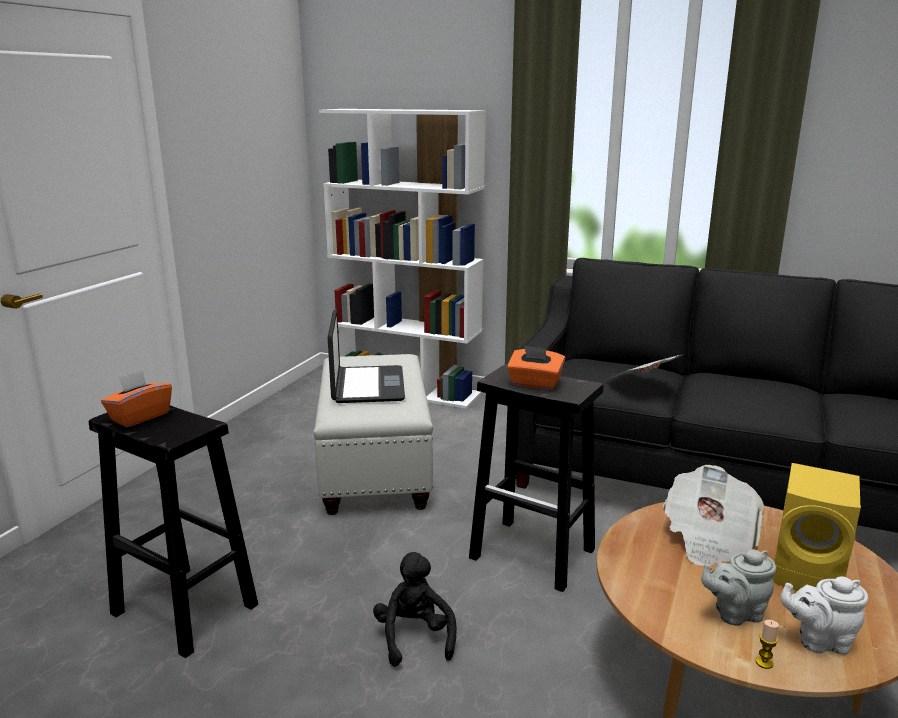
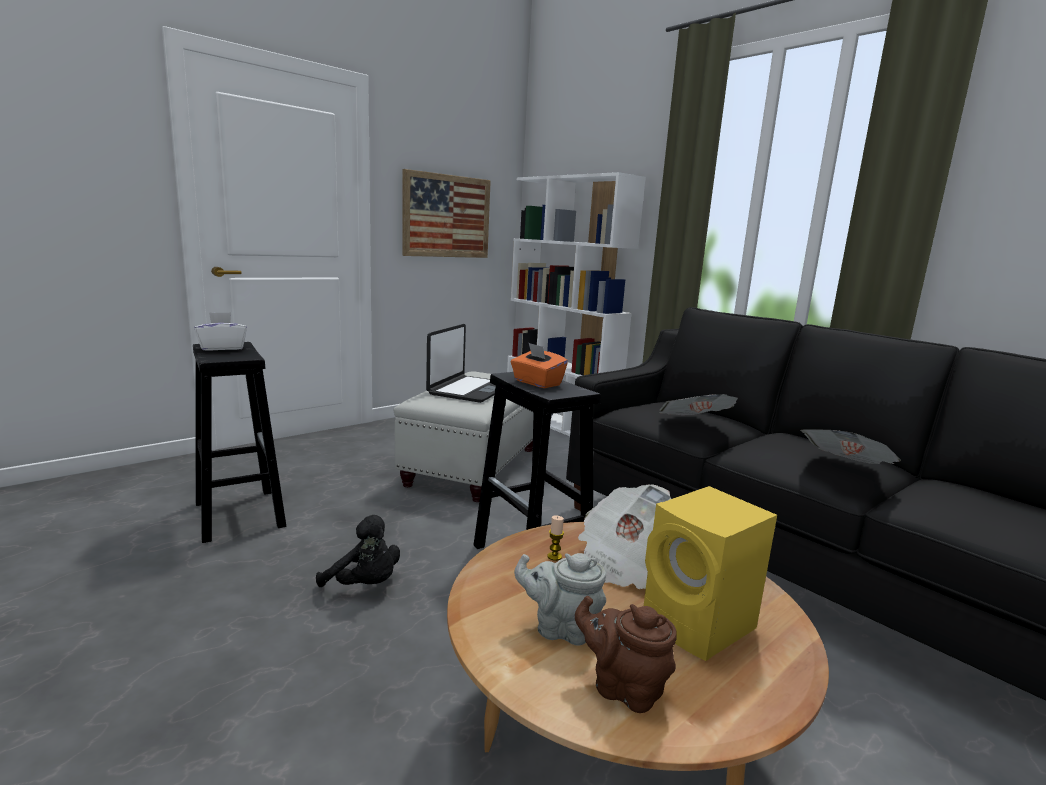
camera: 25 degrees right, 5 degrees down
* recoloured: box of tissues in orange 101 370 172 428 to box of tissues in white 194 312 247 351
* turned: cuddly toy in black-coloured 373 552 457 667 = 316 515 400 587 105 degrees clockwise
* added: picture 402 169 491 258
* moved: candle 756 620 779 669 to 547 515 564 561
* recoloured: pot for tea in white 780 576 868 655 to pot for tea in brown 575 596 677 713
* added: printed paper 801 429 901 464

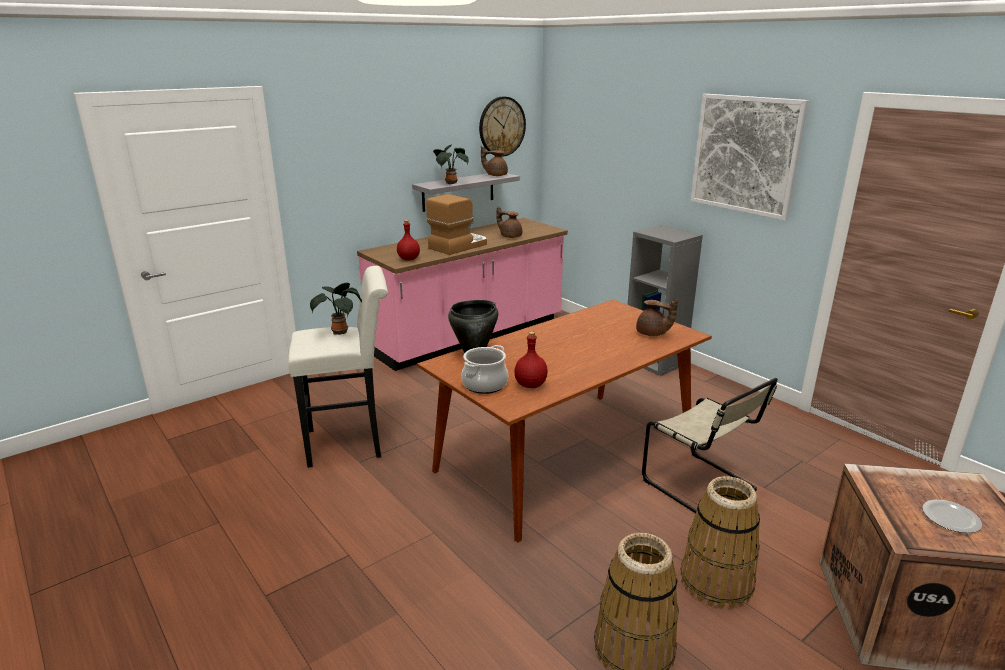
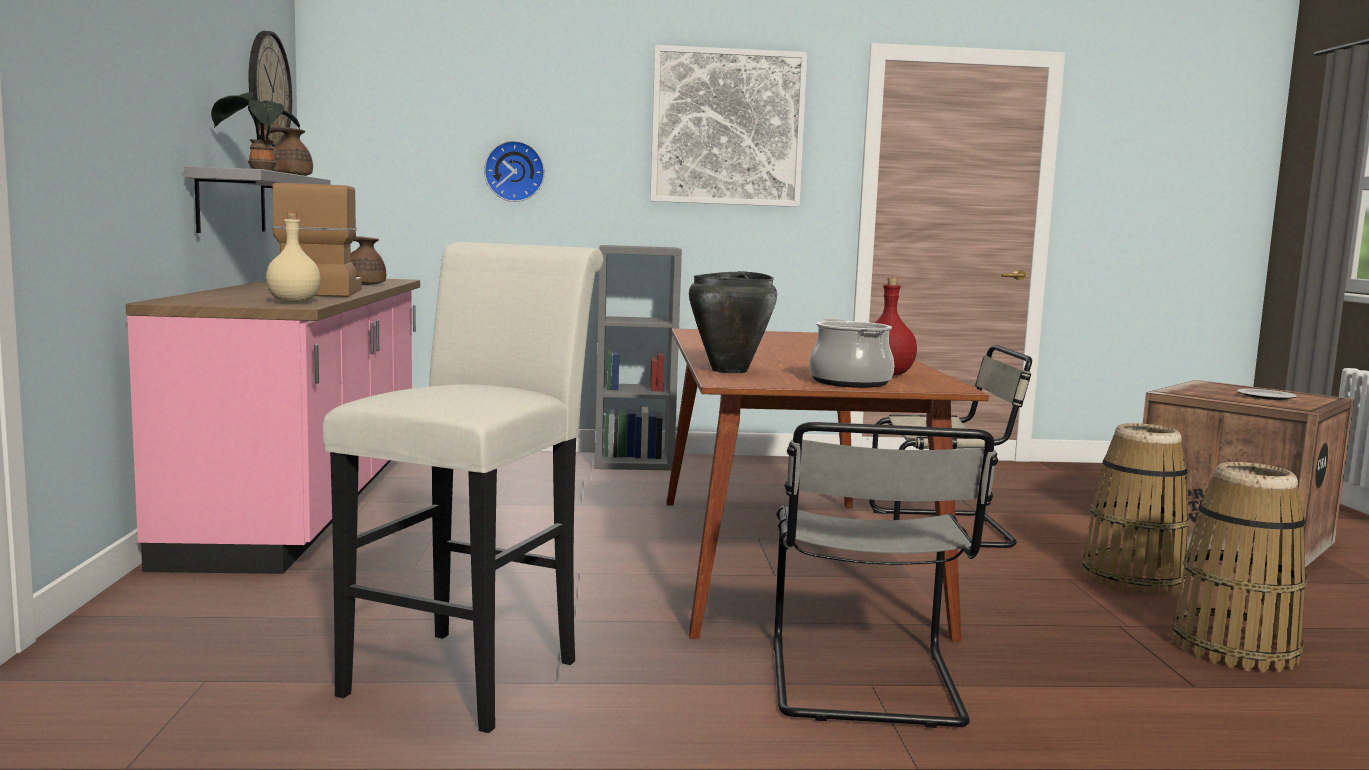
camera: 55 degrees left, 15 degrees down
* recoloured: bottle in red 397 220 420 261 to bottle in beige-coloured 266 212 321 303
* added: wall clock 484 140 545 202
* added: plain chair in grey 774 422 998 728
* removed: houseplant 310 283 362 335
* removed: pot for tea in brown 636 299 678 336

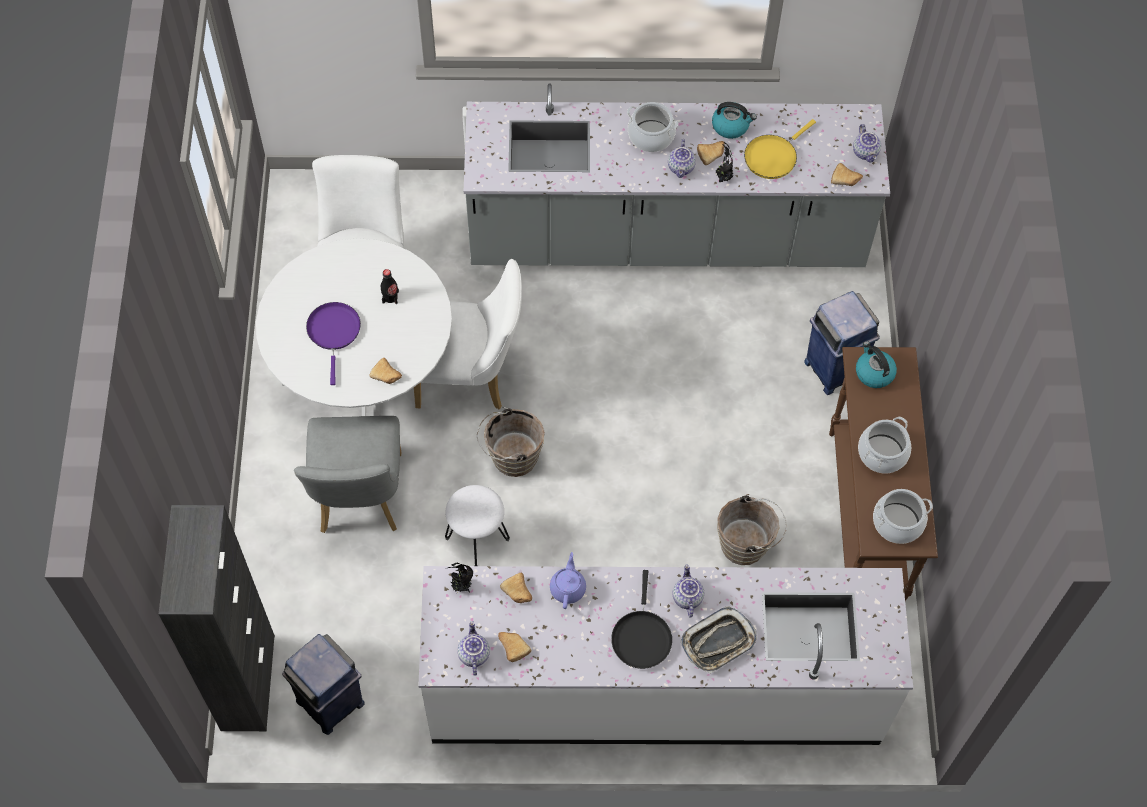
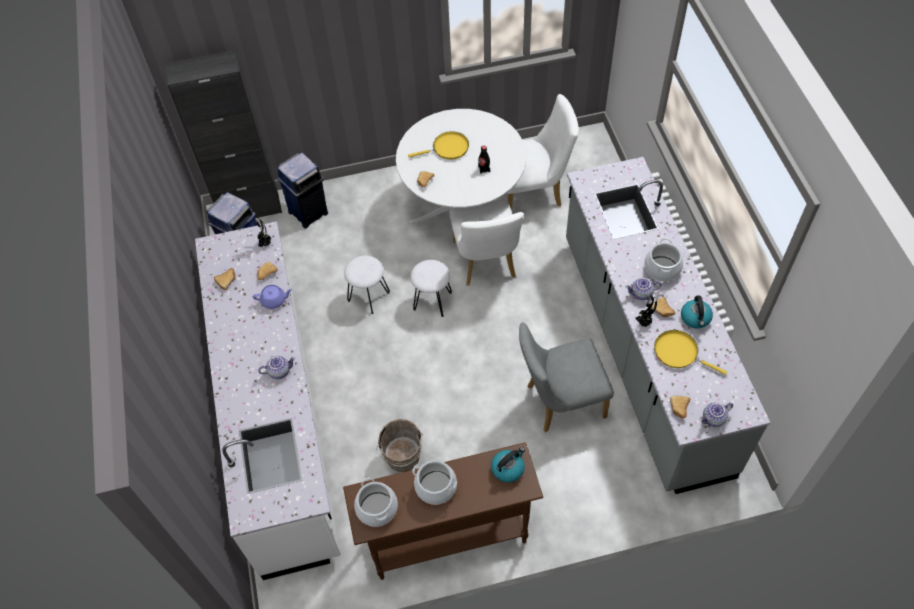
camera: 80 degrees right, 5 degrees down
* moved: rubbish bin in bluish 804 291 880 395 to 277 153 328 229
* recoloured: pan in purple 306 302 361 385 to pan in yellow 408 131 469 160
* replaced: water bucket in brown 477 407 545 477 to stool seat in white 410 260 452 317
* moved: plain chair in grey 294 416 401 533 to 519 322 614 432
* removed: pot for tea 457 621 490 676
* removed: pan in black-coloured 611 570 672 669
* removed: tray 681 606 757 673

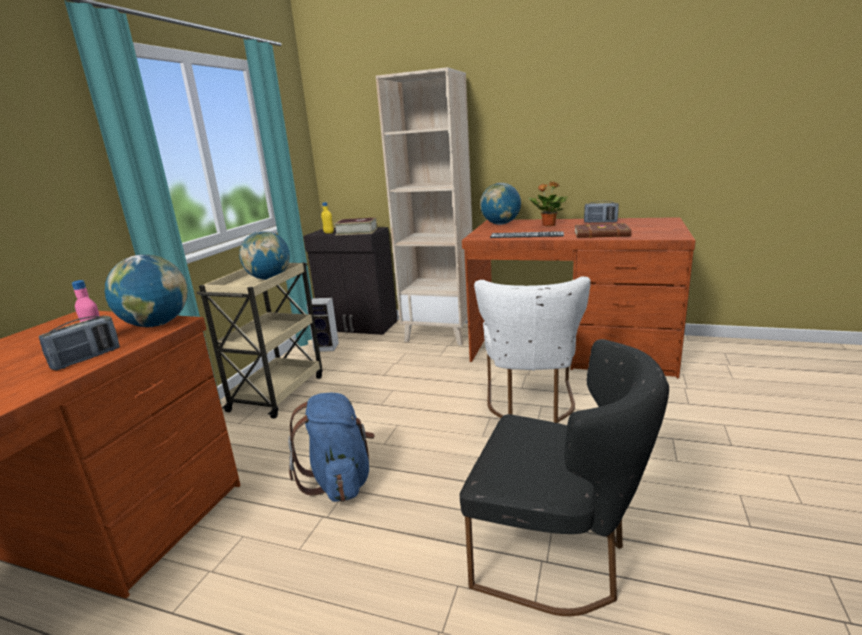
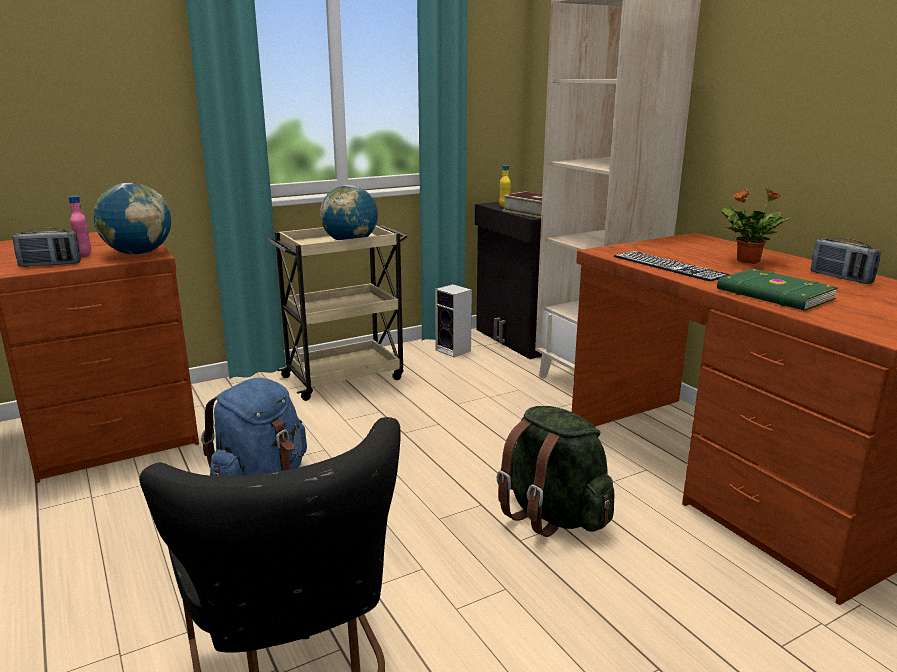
camera: 40 degrees right, 0 degrees up
* replaced: plain chair in white 474 276 591 423 to knapsack in green-coloured 497 406 615 537
* recoloured: book in brown 575 223 631 238 to book in green-coloured 717 269 838 311
* removed: world globe 480 183 521 225

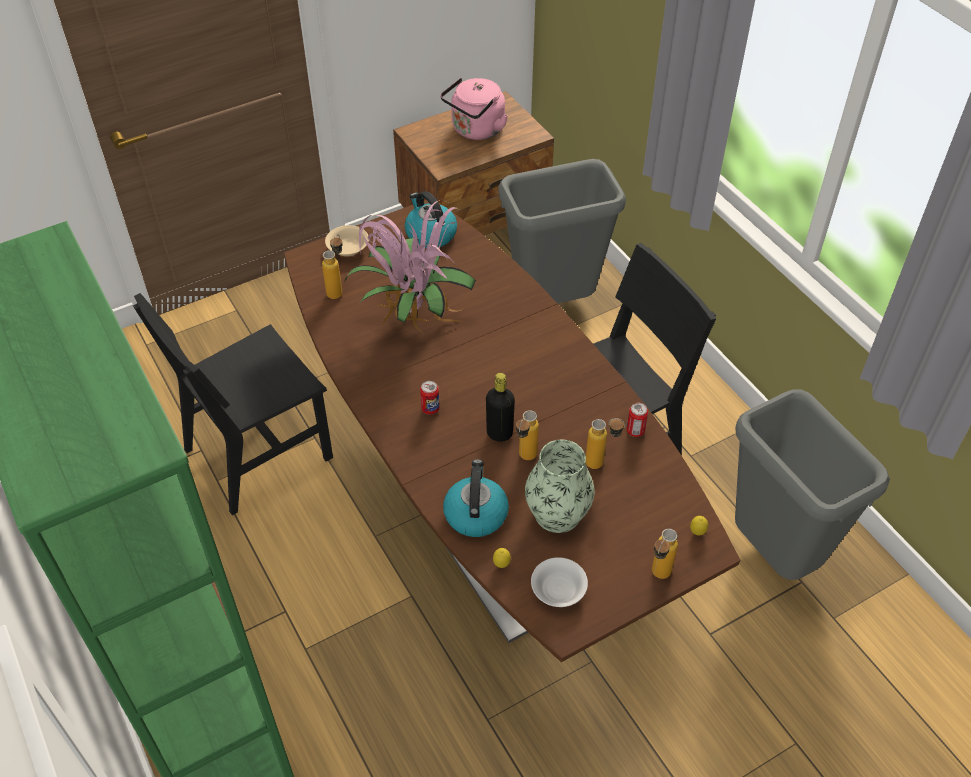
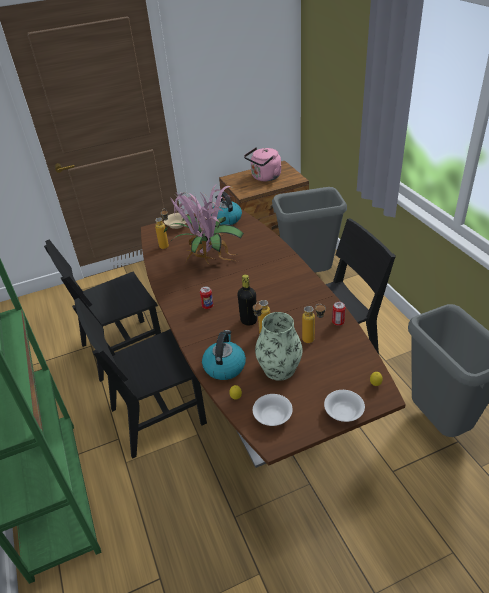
camera: 10 degrees right, 10 degrees down
* added: plain chair in black-coloured 72 298 207 459
* replaced: bottle 652 529 678 579 to deep dish in white 324 390 365 422

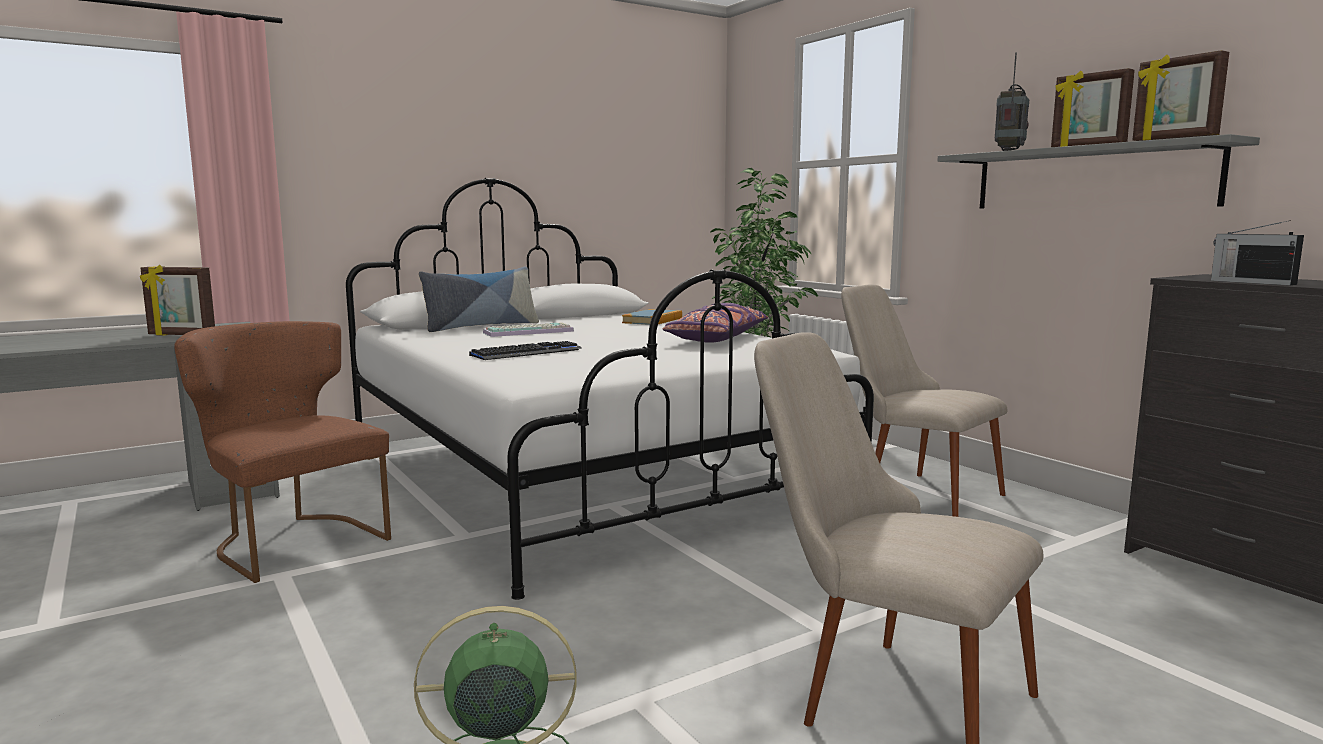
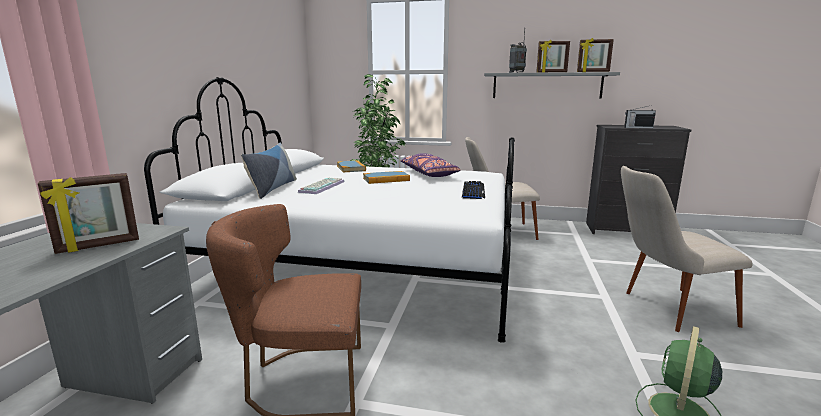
camera: 45 degrees left, 5 degrees up
* added: book 363 171 410 184
* moved: keyboard 469 341 582 360 to 462 181 485 199

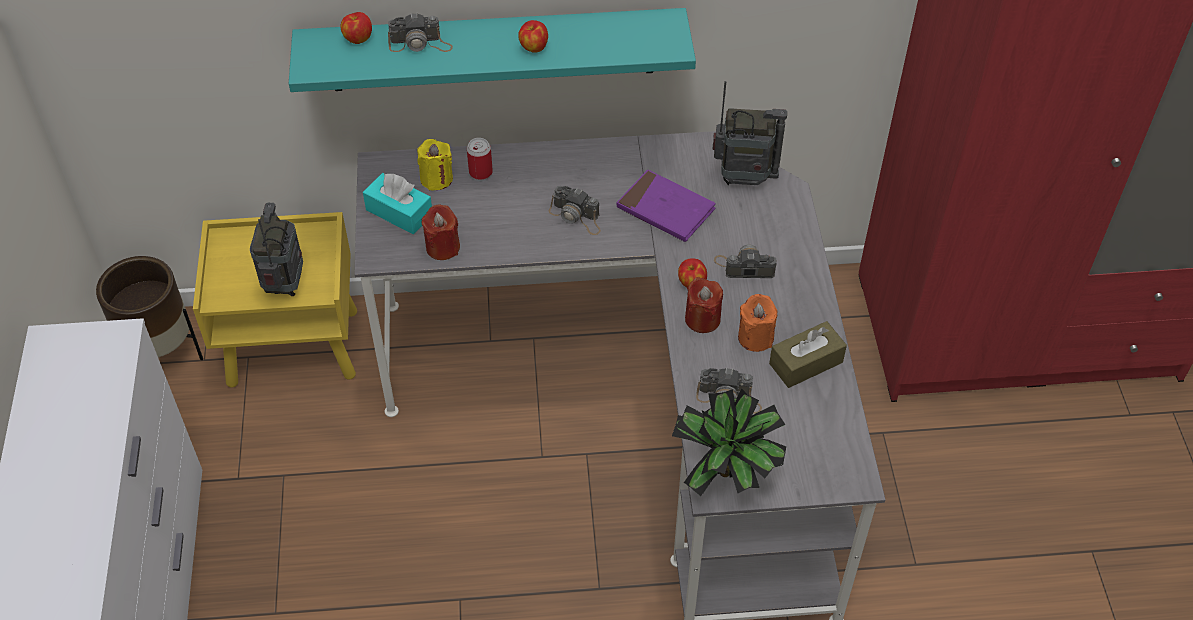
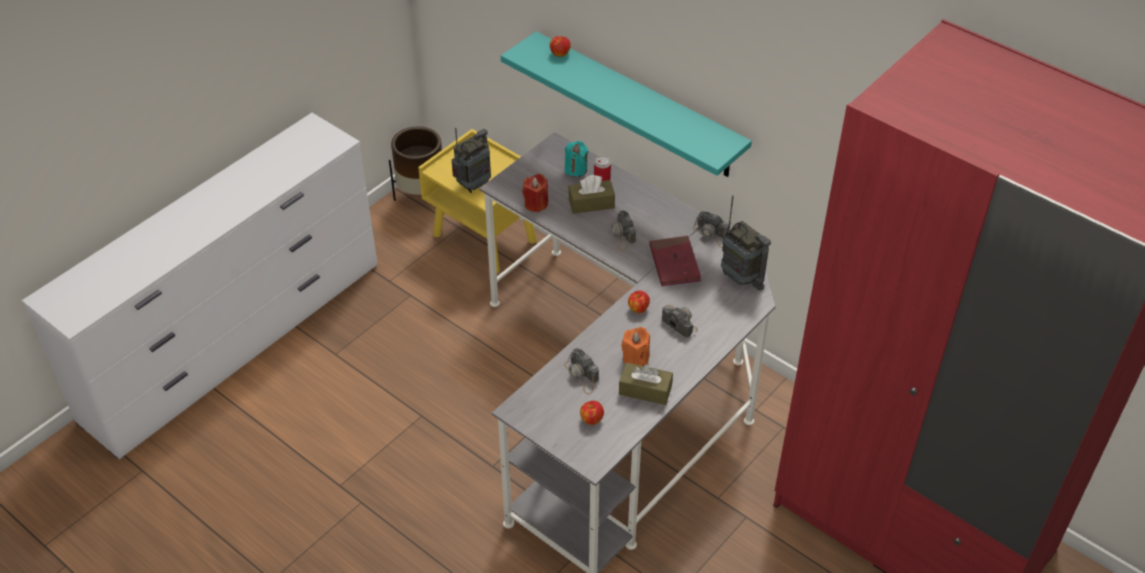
camera: 45 degrees right, 5 degrees down
* recoloured: candle in yellow 417 139 453 191 to candle in turquoise 565 141 588 177
* added: box of tissues in brown 568 175 615 214
* moved: apple 518 20 548 53 to 580 401 604 425
* recoloured: book in purple 617 170 716 242 to book in red 649 236 701 286
* moved: photo camera 388 12 453 52 to 693 211 729 248
* removed: box of tissues in turquoise 363 173 432 234
* removed: houseplant 672 388 786 496
* removed: candle in red 685 277 723 333

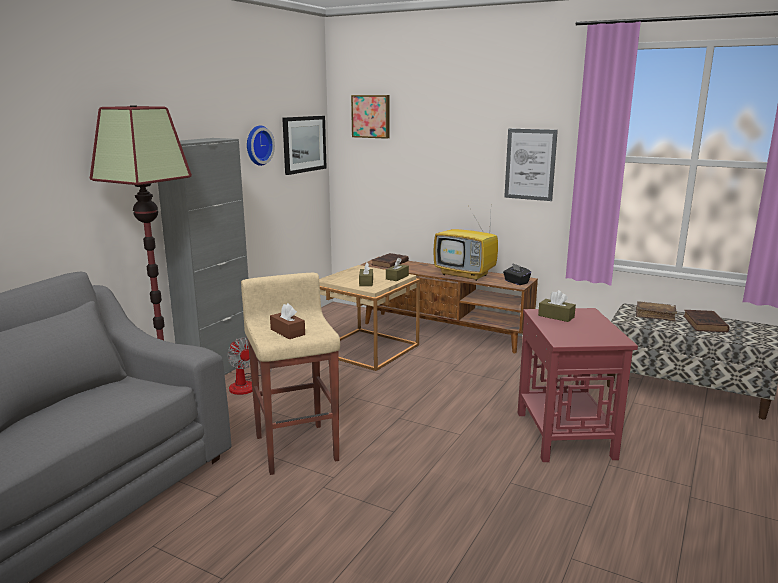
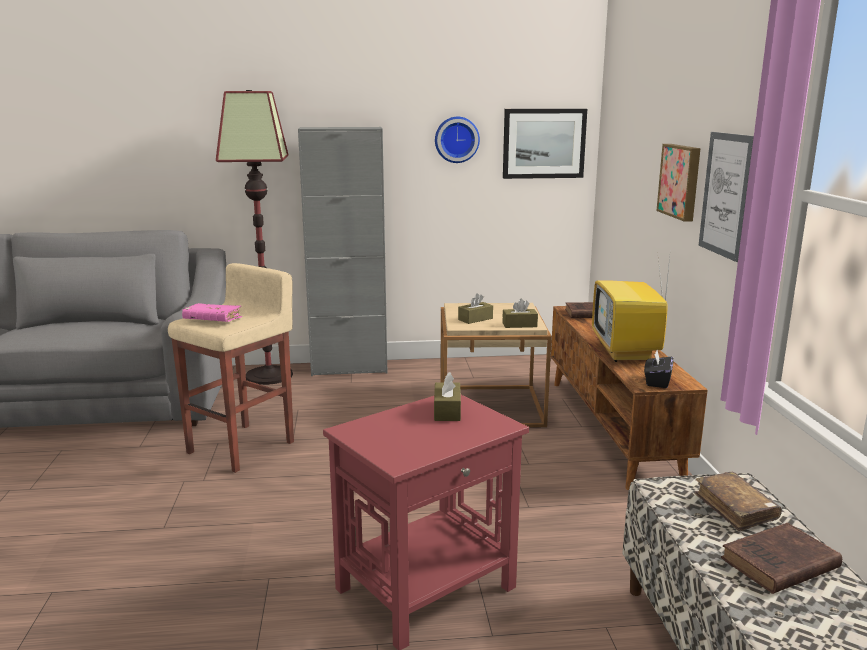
camera: 55 degrees right, 0 degrees up
* replaced: box of tissues in brown 270 303 305 339 to book in pinkish 182 303 242 322
* moved: picture 351 95 389 139 to 656 144 701 222
* removed: fan 227 337 272 395

